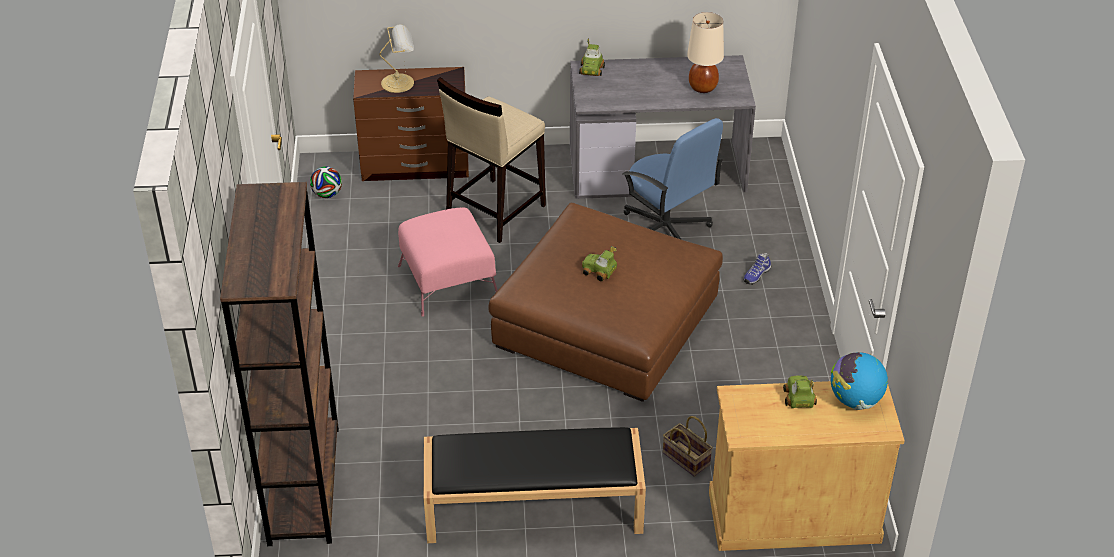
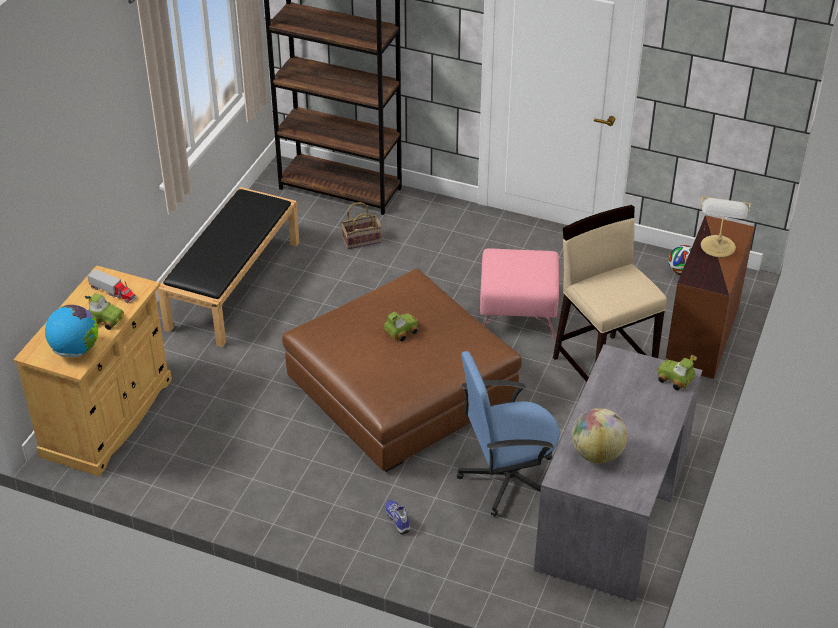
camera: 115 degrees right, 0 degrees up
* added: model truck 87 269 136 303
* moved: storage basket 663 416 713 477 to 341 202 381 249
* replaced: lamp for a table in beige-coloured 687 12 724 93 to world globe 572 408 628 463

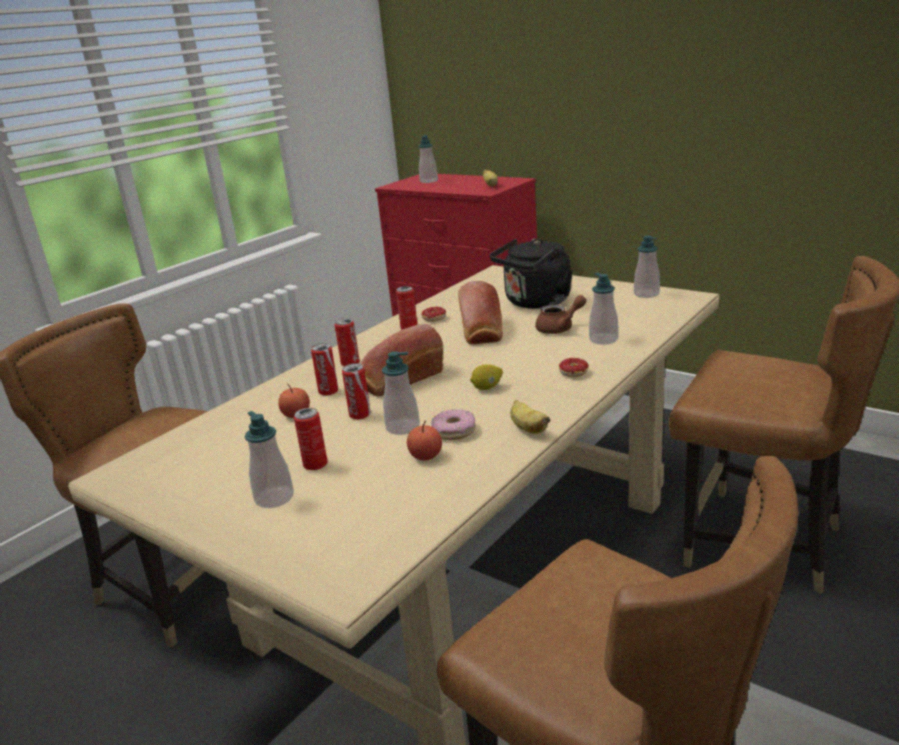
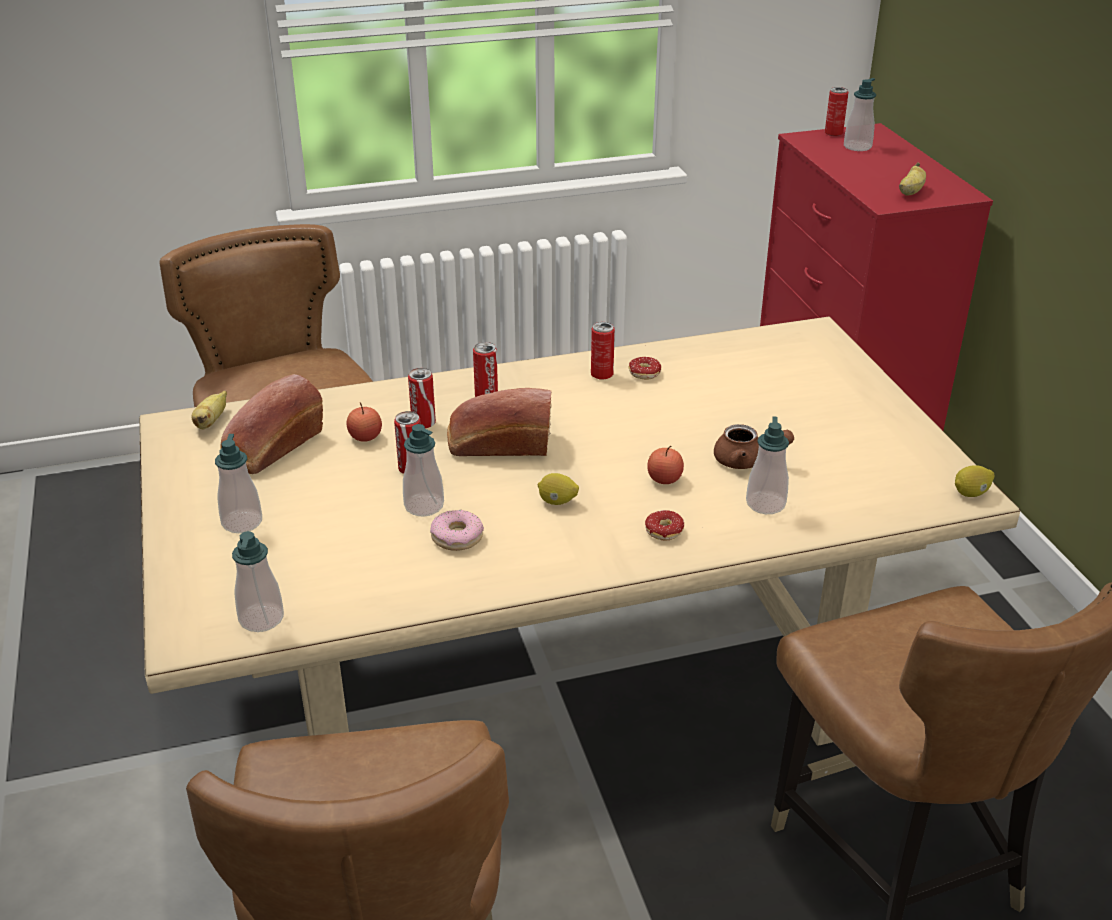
camera: 35 degrees right, 10 degrees up
* moved: banana fruit 510 400 550 434 to 191 391 227 429
* moved: baked bread 458 281 503 345 to 221 374 323 474
* moved: liquid soap bottle 634 236 660 298 to 232 531 284 632
* moved: apple 407 421 442 460 to 647 446 684 484
* moved: can 294 408 328 470 to 825 87 848 136
* added: citrus fruit 955 465 994 497
* removed: water kettle in black-coloured 490 239 573 309

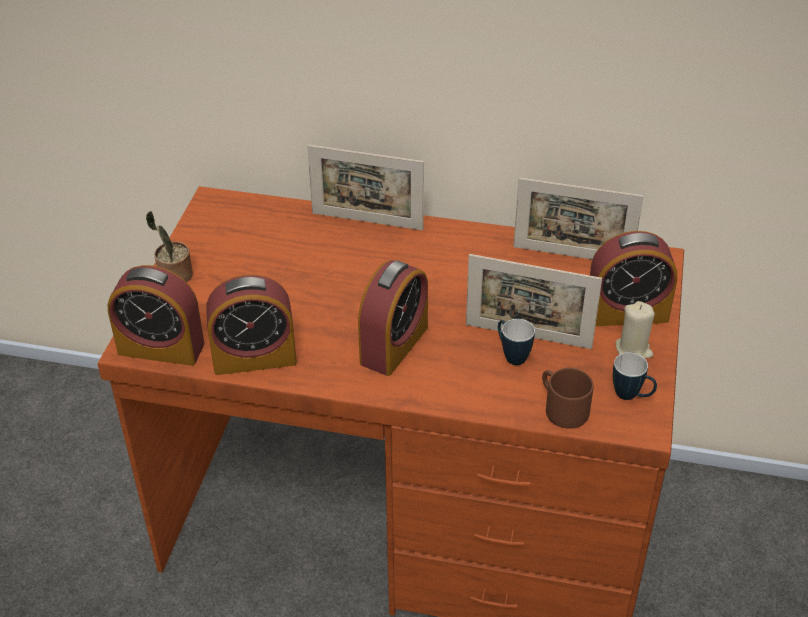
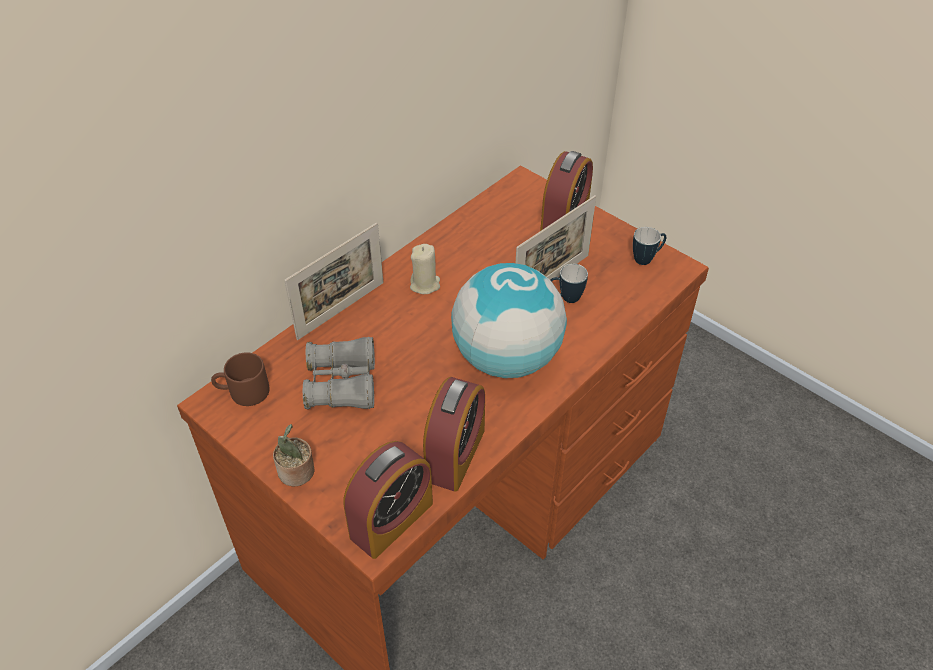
camera: 60 degrees left, 5 degrees up
* moved: mug in brown 542 368 594 429 to 211 352 270 406
* added: field glasses in grey 303 337 375 409
* moved: candle in beige-coloured 615 301 655 358 to 410 244 440 294
* replaced: bedside clock 358 260 428 376 to world globe 451 263 567 378
* removed: picture frame 513 178 643 260

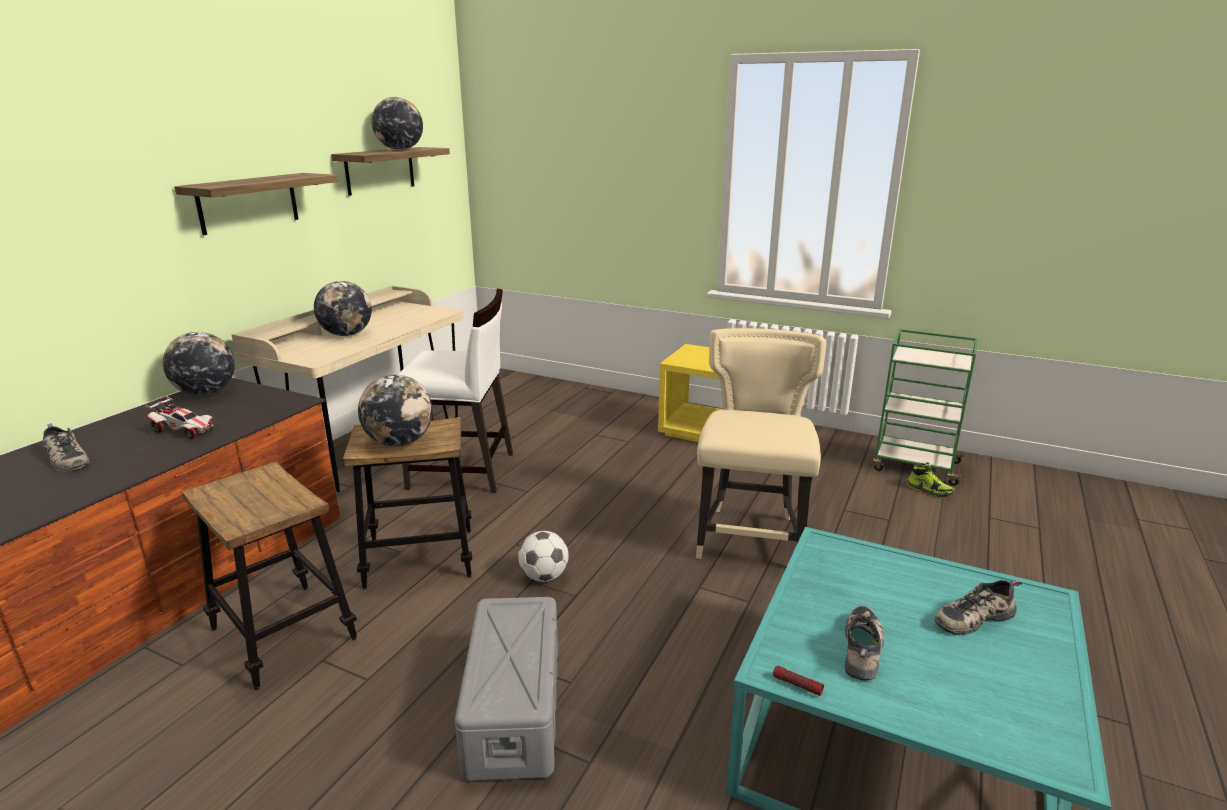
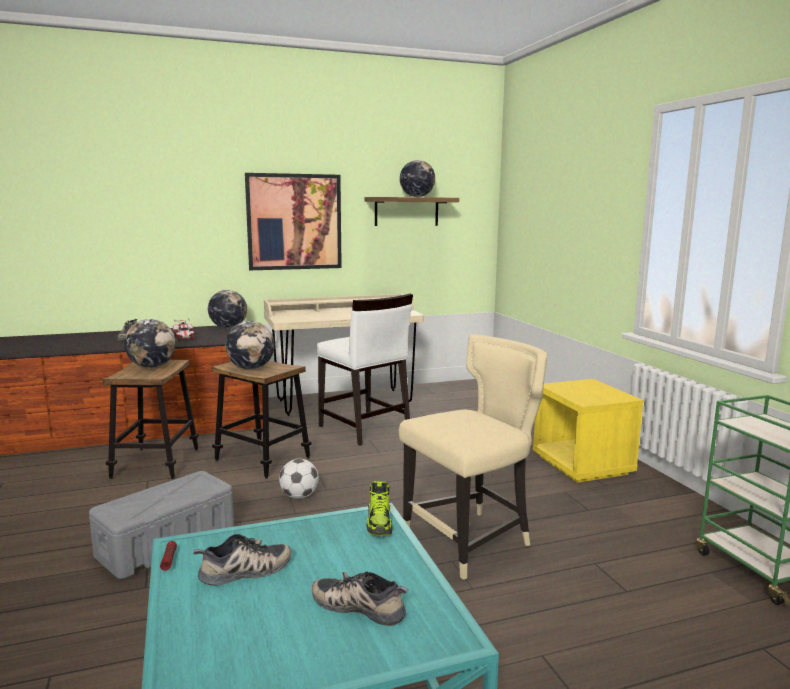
camera: 45 degrees right, 10 degrees down
* moved: world globe 314 281 372 336 to 124 319 176 368
* replaced: shelf 174 173 338 236 to picture 245 173 342 270
* moved: shoe 907 462 955 498 to 366 481 393 536

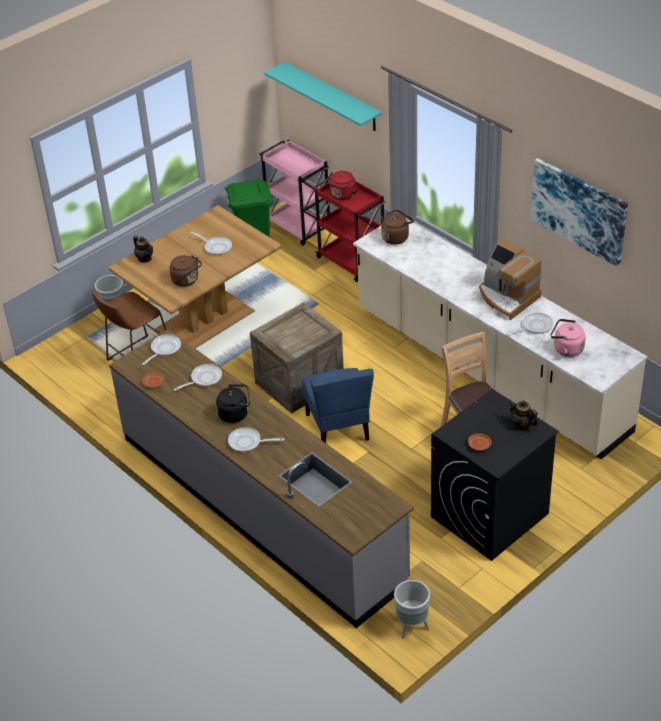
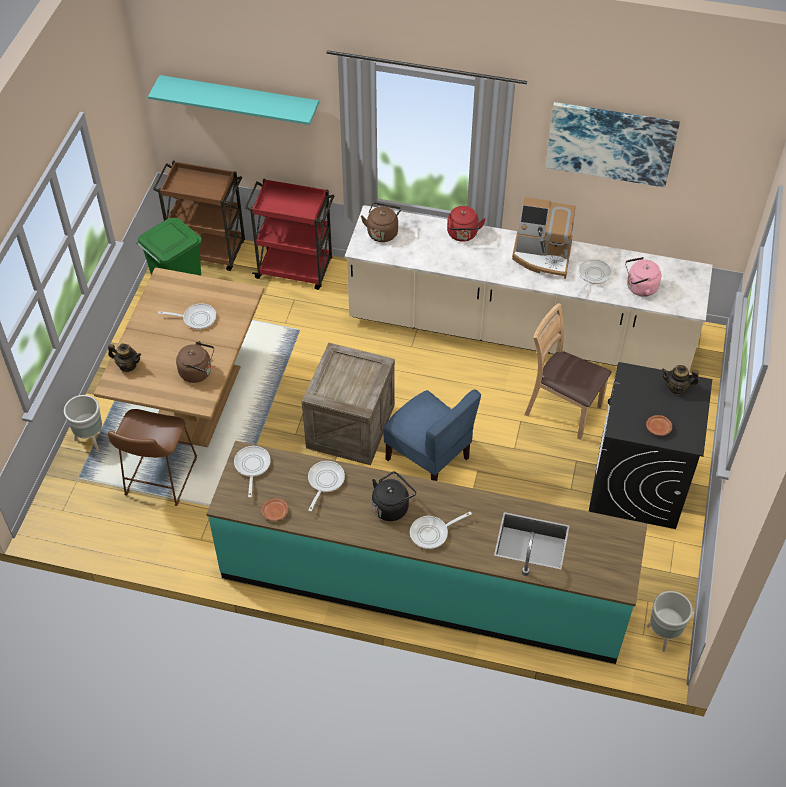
camera: 35 degrees left, 10 degrees up
* recoloured: trolley in pinkish 259 140 330 246 to trolley in brown 153 161 245 271
* recoloured: counter in grey 109 329 414 628 to counter in turquoise 207 441 647 664
* moved: water kettle in red 325 171 359 200 to 447 206 486 242

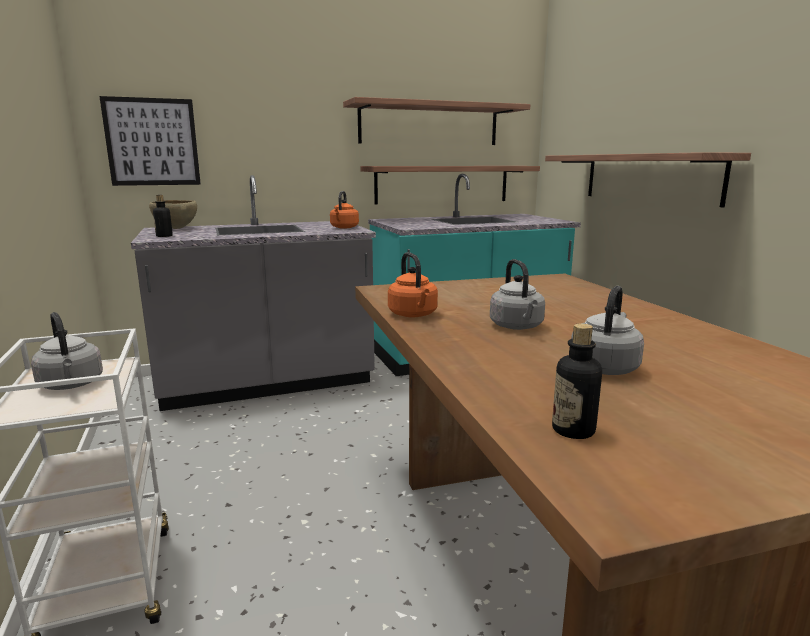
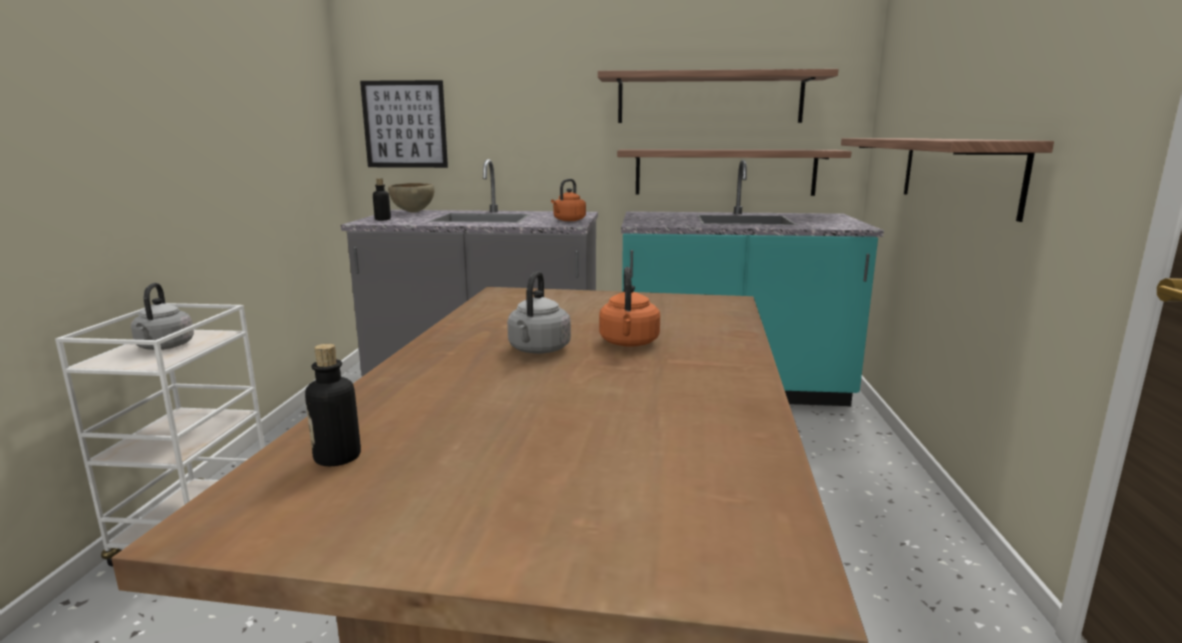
camera: 25 degrees right, 0 degrees up
* moved: water kettle in orange 388 252 438 317 to 599 267 660 347
* removed: water kettle in grey 571 286 644 375

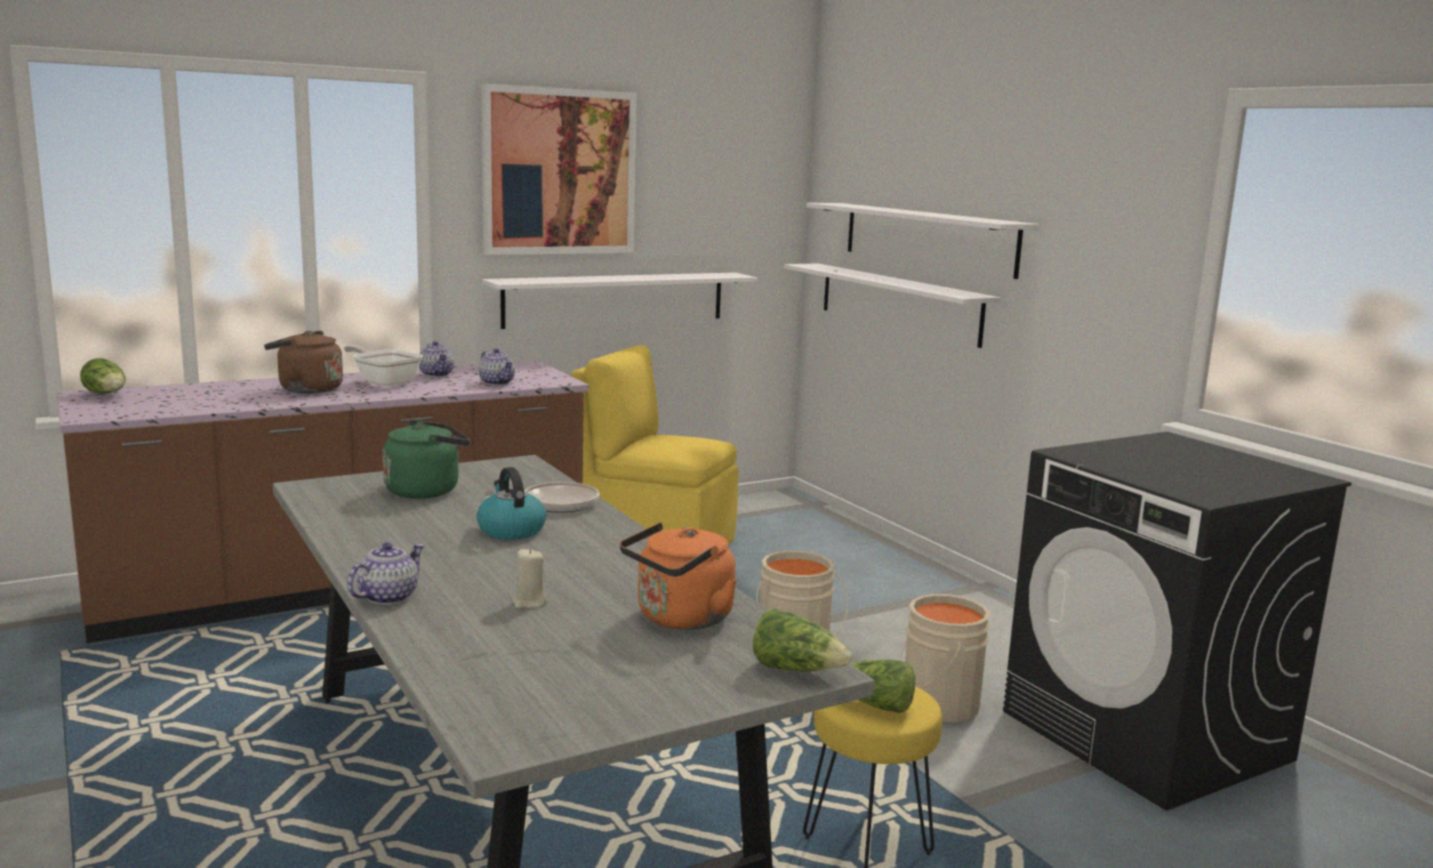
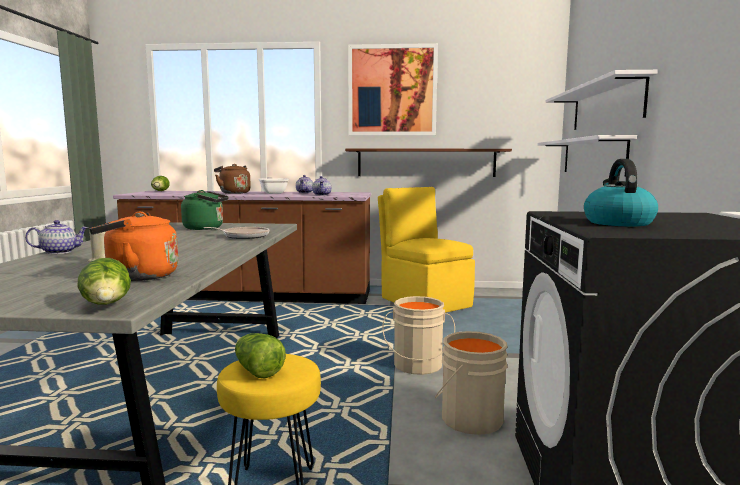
camera: 35 degrees right, 5 degrees down
* recoloured: shelf in white 482 273 757 329 to shelf in brown 345 148 512 177
* moved: water kettle 477 467 546 540 to 584 159 658 227

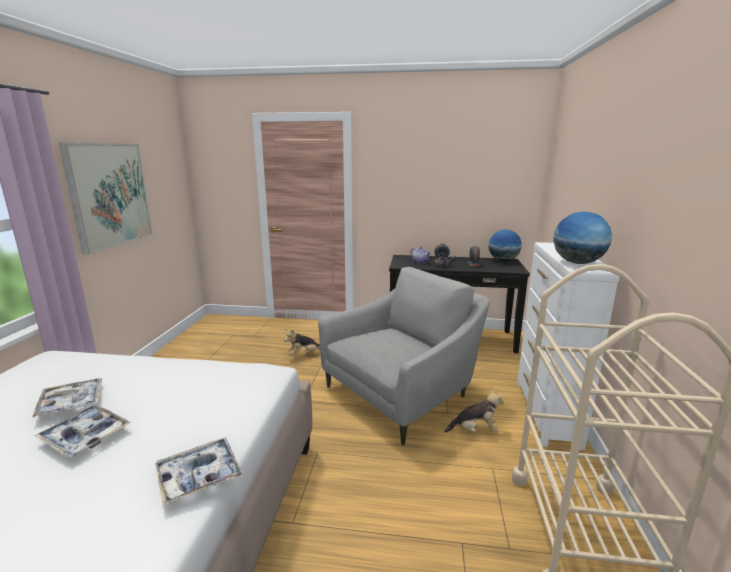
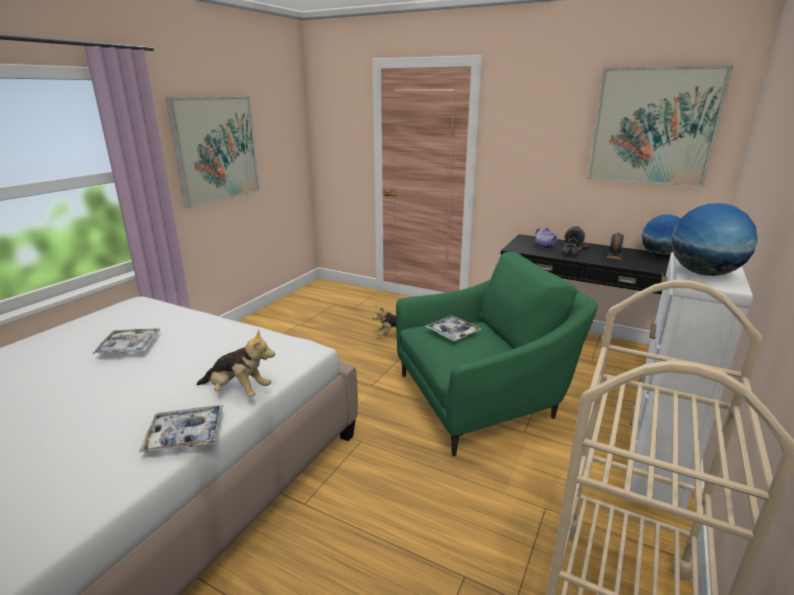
camera: 20 degrees right, 5 degrees up
* moved: cuddly toy 444 387 504 433 to 196 330 275 397
* recoloured: armchair in grey 318 267 490 445 to armchair in green-coloured 396 252 598 456
* moved: tray 34 405 131 457 to 425 315 481 341
* added: picture 587 65 733 187

